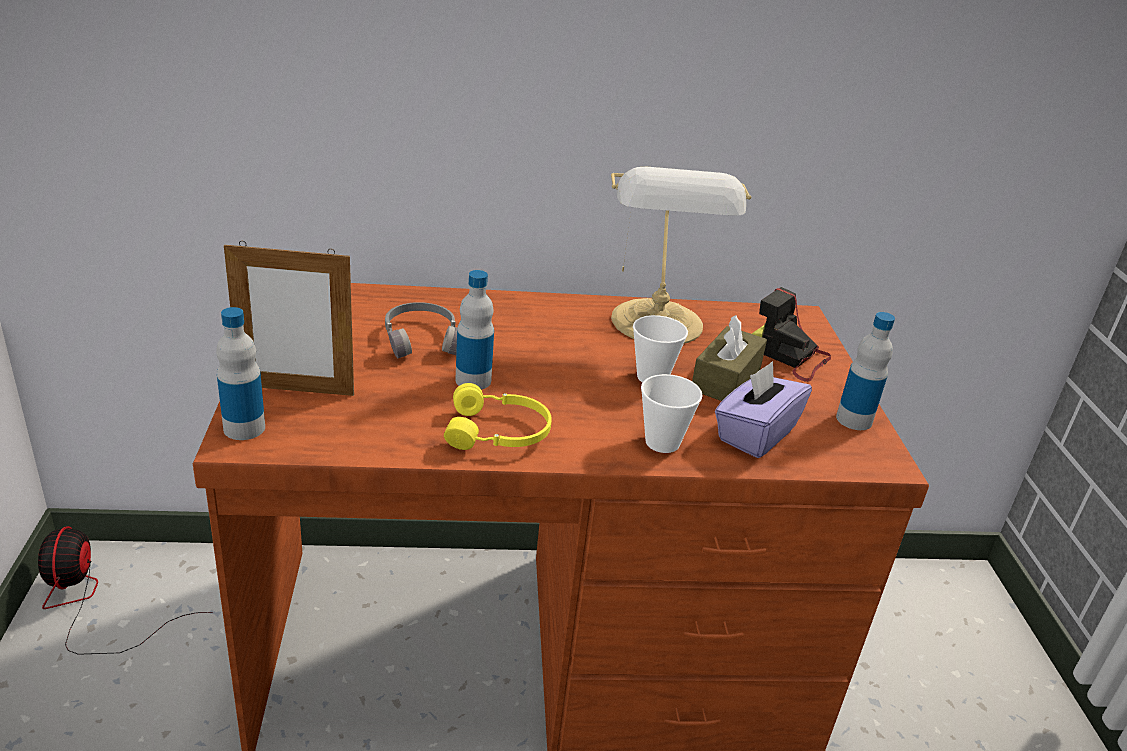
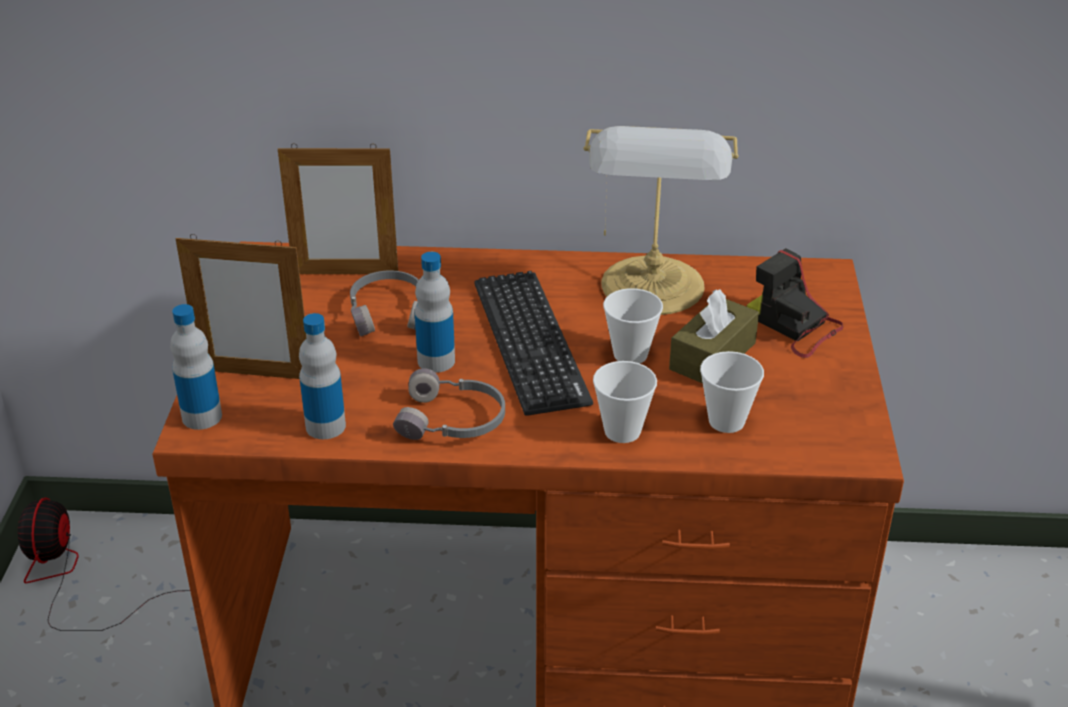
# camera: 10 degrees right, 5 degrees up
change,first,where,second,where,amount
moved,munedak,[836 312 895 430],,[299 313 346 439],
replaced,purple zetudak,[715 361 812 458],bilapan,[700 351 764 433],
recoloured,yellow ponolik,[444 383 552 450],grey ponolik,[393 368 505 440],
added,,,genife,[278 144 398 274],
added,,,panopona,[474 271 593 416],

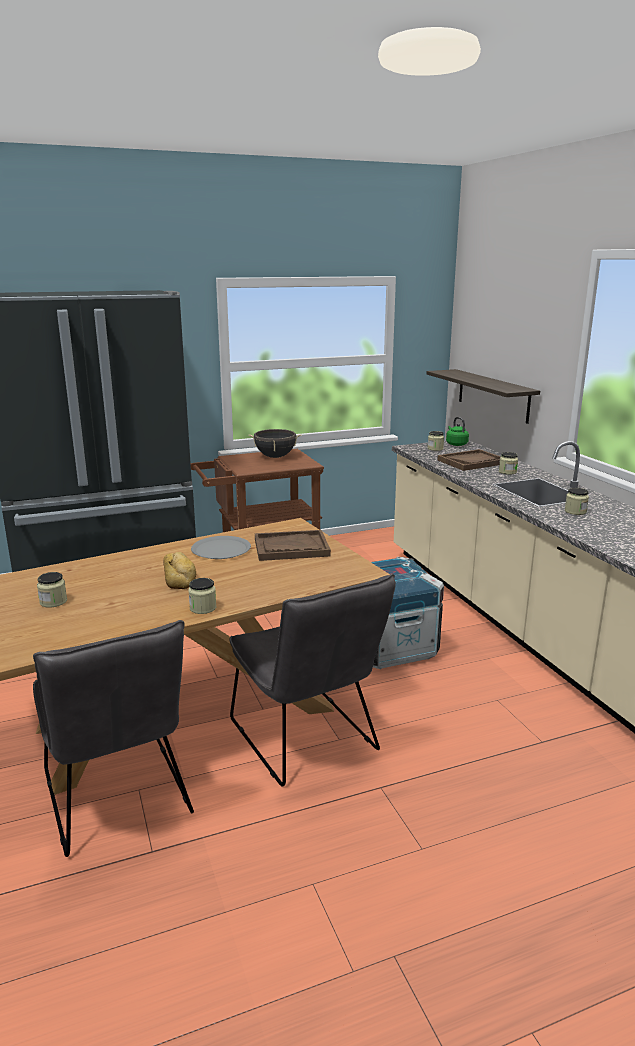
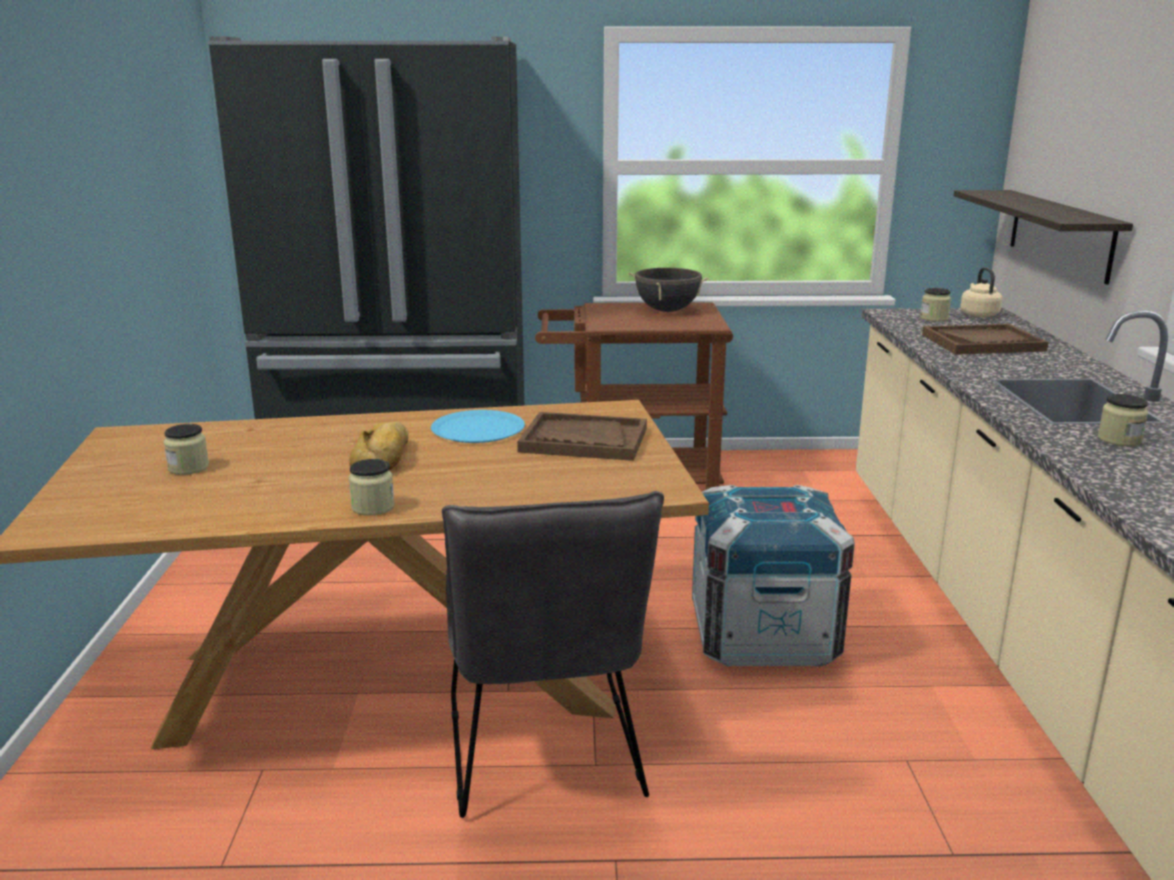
# camera: 20 degrees right, 0 degrees up
change,first,where,second,where,amount
recoloured,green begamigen,[446 417 469 446],beige begamigen,[960 267 1002 318],
removed,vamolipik,[499 452 518 475],,,
recoloured,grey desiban,[191 536 251 559],blue desiban,[431 410 525 443],
removed,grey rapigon,[33 620 194 857],,,

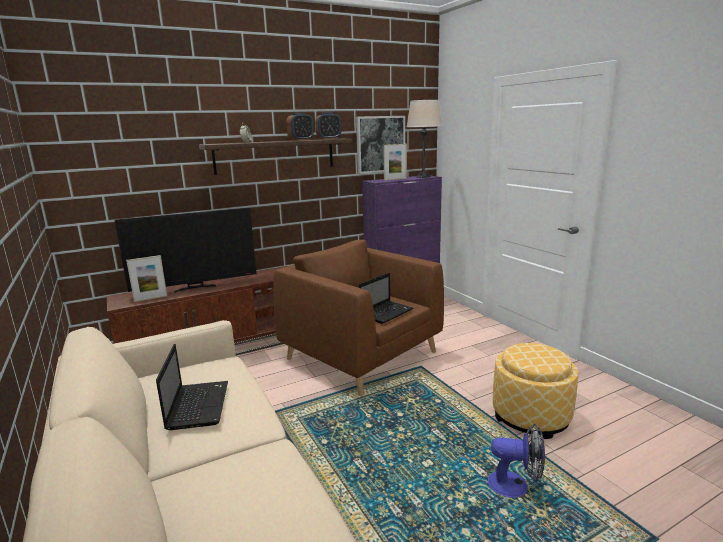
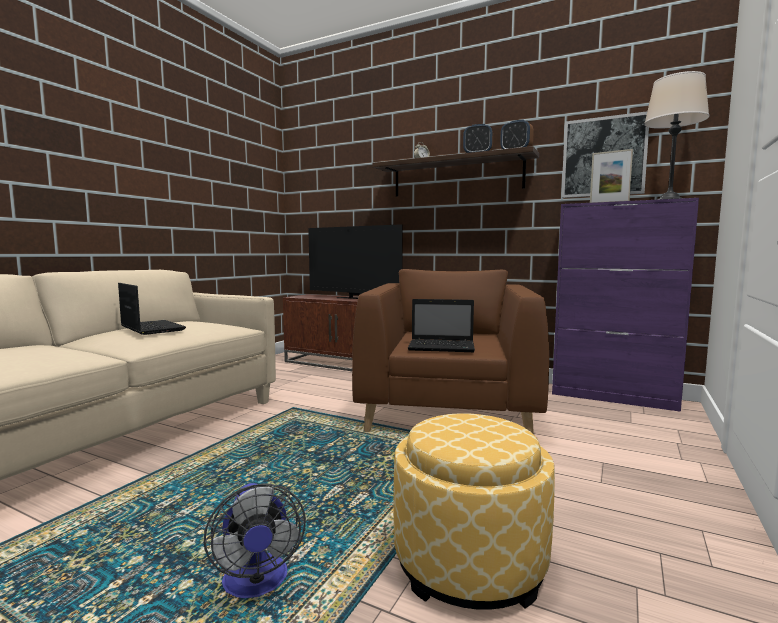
# camera: 55 degrees right, 10 degrees down
change,first,where,second,where,amount
removed,genife,[126 255 167 302],,,
turned,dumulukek,[156 344 228 430],,[118 283 186 335],90 degrees counterclockwise

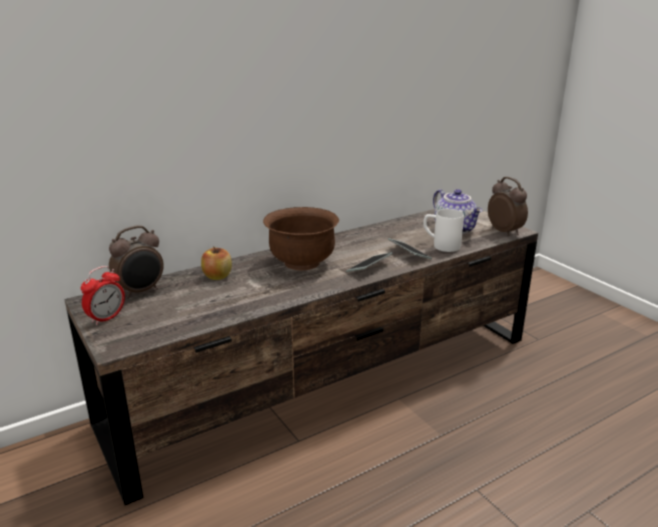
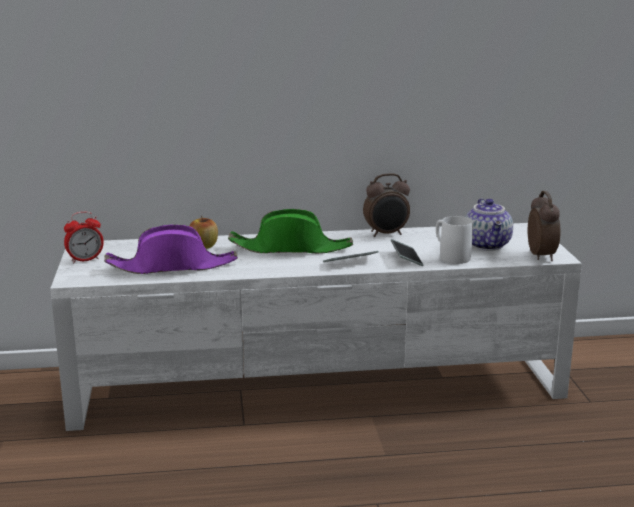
# camera: 25 degrees right, 5 degrees down
change,first,where,second,where,amount
replaced,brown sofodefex,[263 207 339 271],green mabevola,[228 209 353 254],
recoloured,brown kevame,[64 209 538 505],white kevame,[50 223 582 431],
moved,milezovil,[109 226 164 298],,[363 173 410 237],
added,,,purple mabevola,[104 225 238 274],

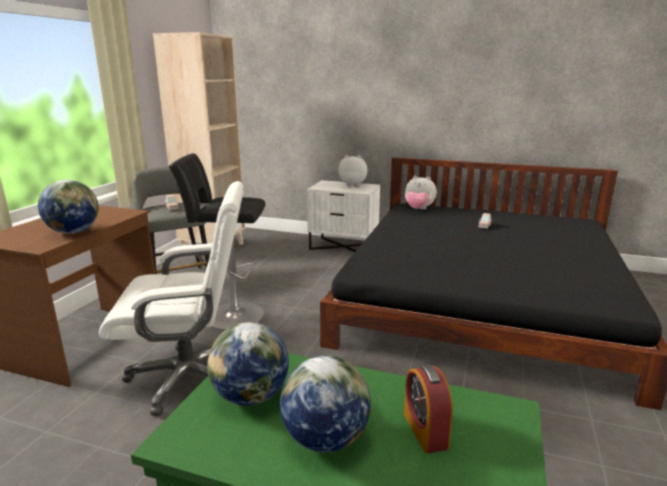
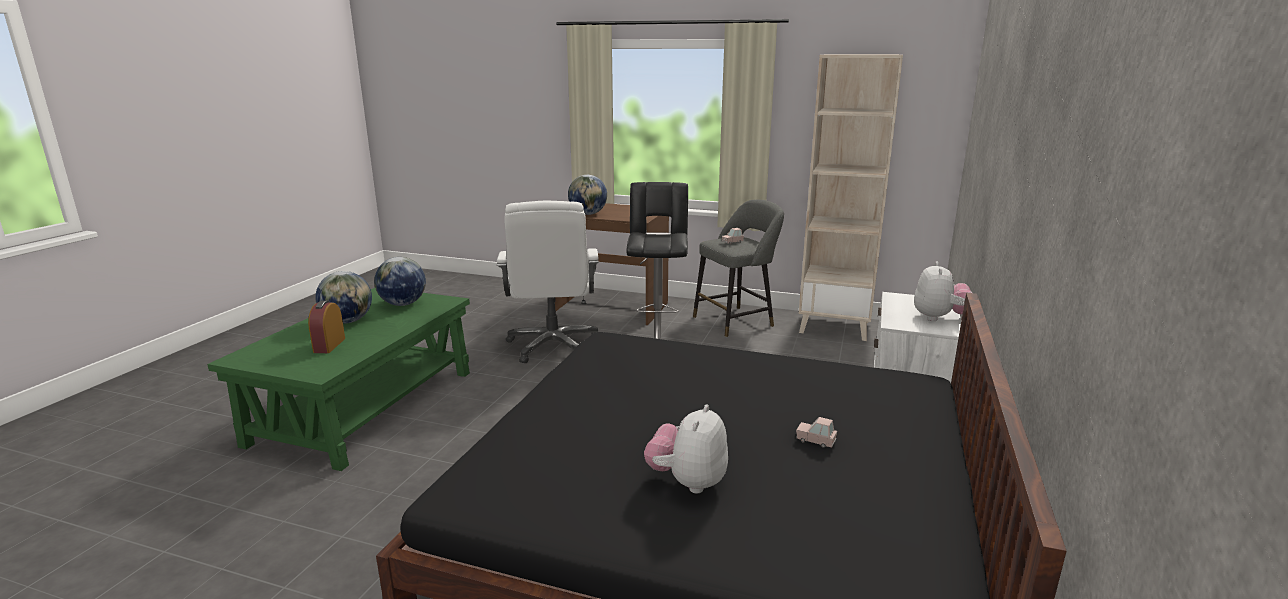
# camera: 90 degrees right, 0 degrees up
change,first,where,second,where,amount
moved,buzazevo,[405 176 436 209],,[644 404 728 494],
turned,milezovil,[404 364 453 454],,[308 301 345 353],75 degrees counterclockwise

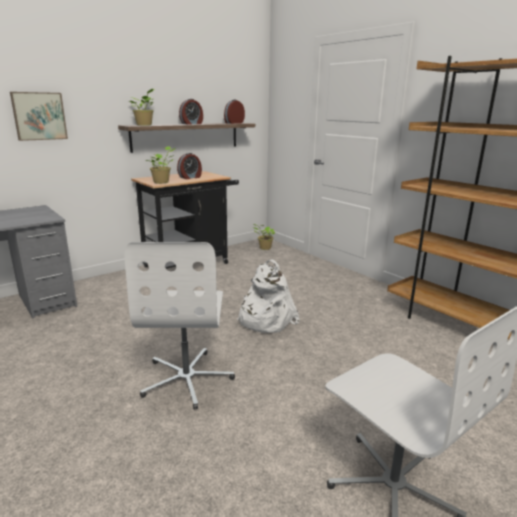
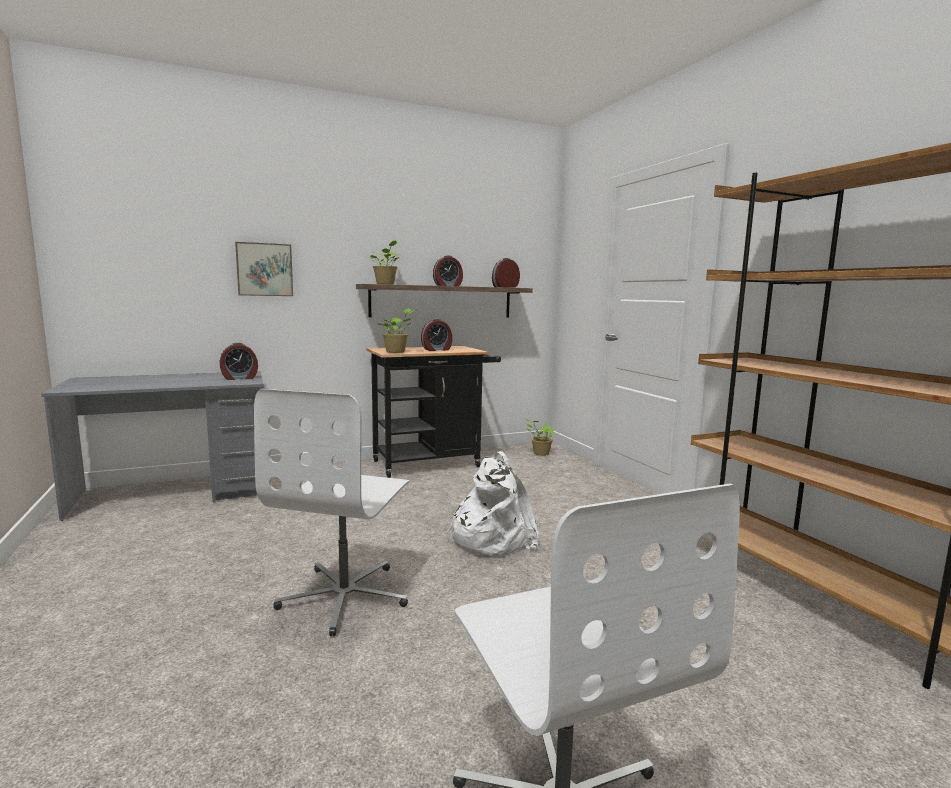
# camera: 15 degrees right, 10 degrees down
change,first,where,second,where,amount
added,,,milezovil,[220 343 258 380],

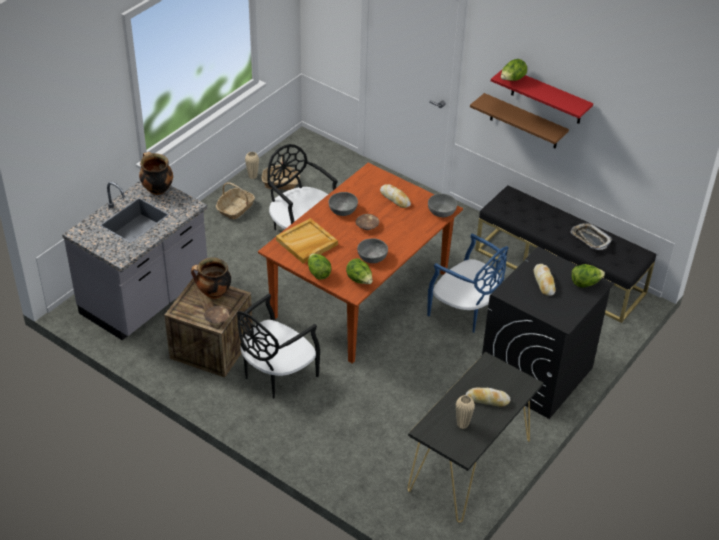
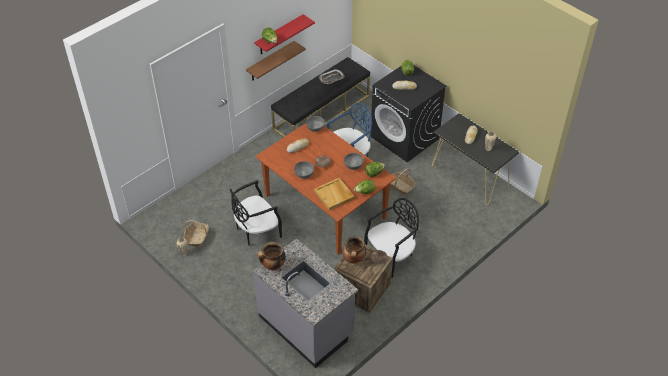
# camera: 80 degrees left, 5 degrees up
change,first,where,second,where,amount
moved,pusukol,[216 182 255 219],,[390 168 415 195],
turned,black rapigon,[237 293 320 399],,[364 198 419 278],90 degrees counterclockwise

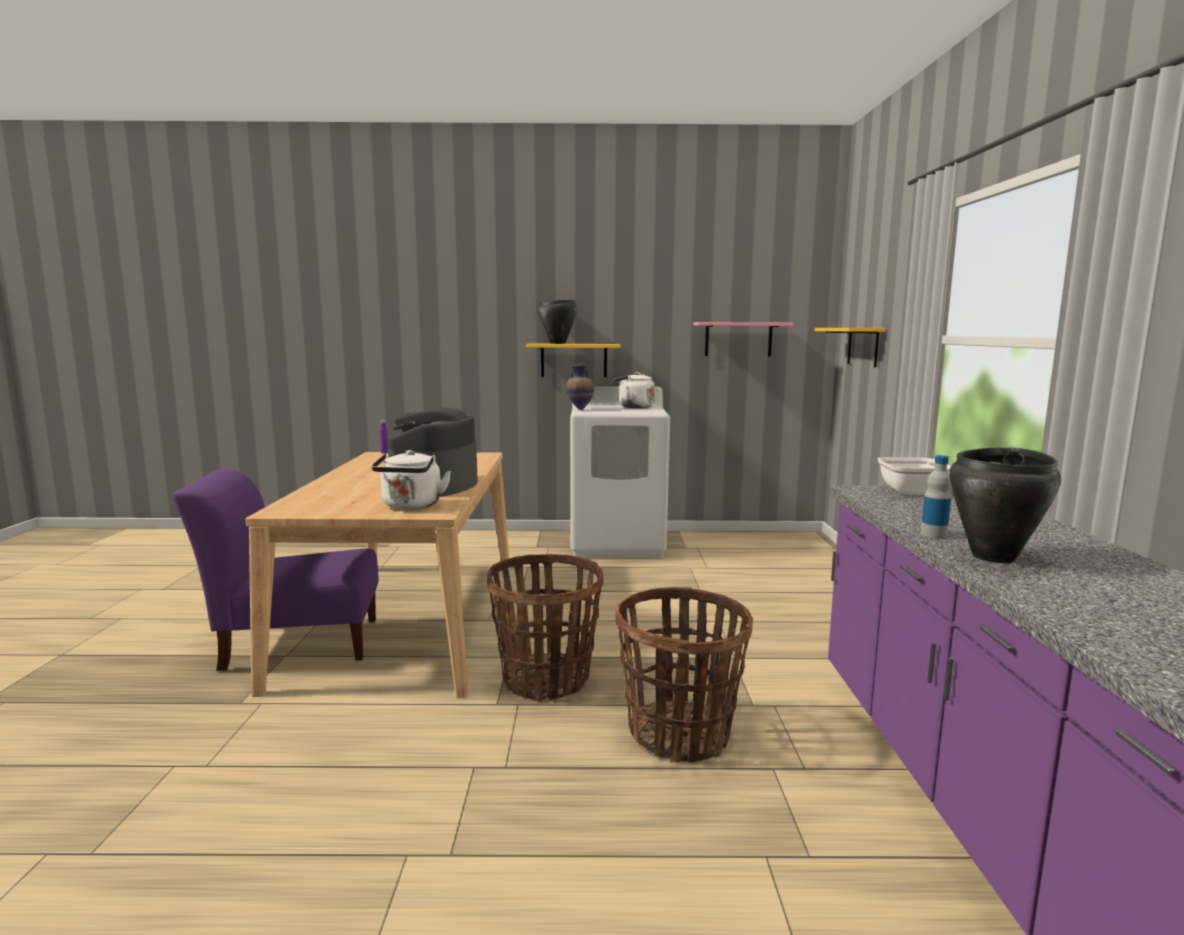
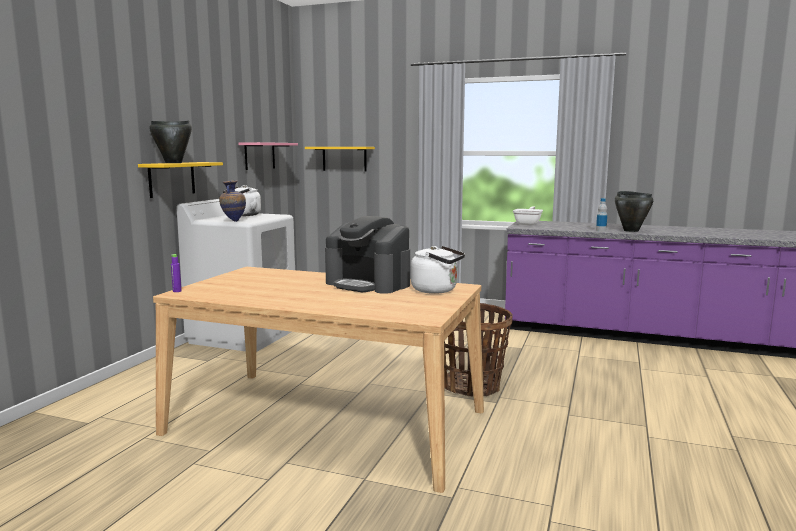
# camera: 70 degrees left, 0 degrees up
change,first,where,second,where,amount
removed,purple rapigon,[173 469 378 671],,,
removed,pusukol,[615 587 753 763],,,

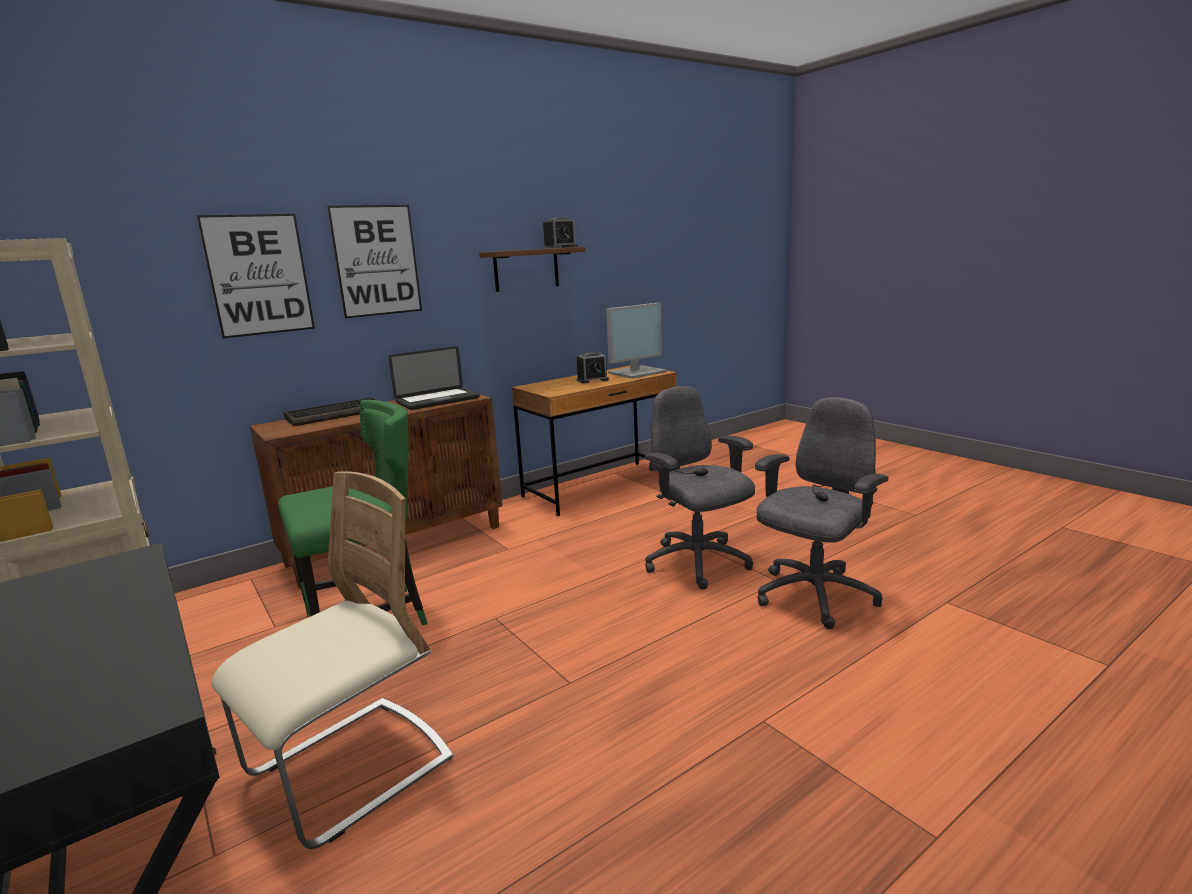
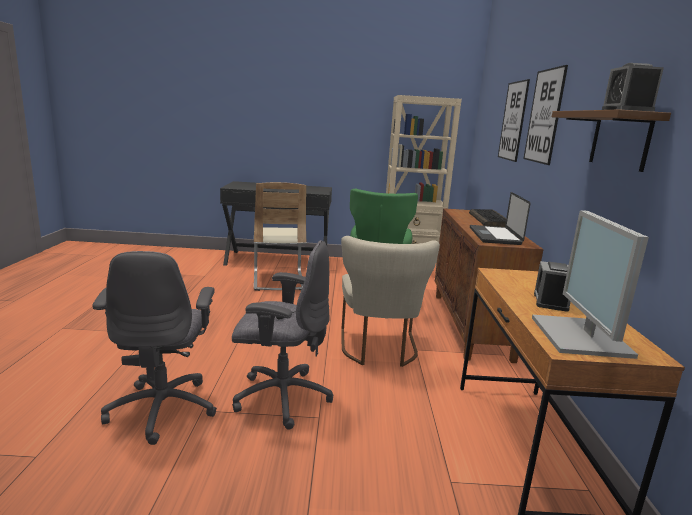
# camera: 125 degrees right, 0 degrees up
change,first,where,second,where,amount
added,,,beige rapigon,[341 236 440 367],

